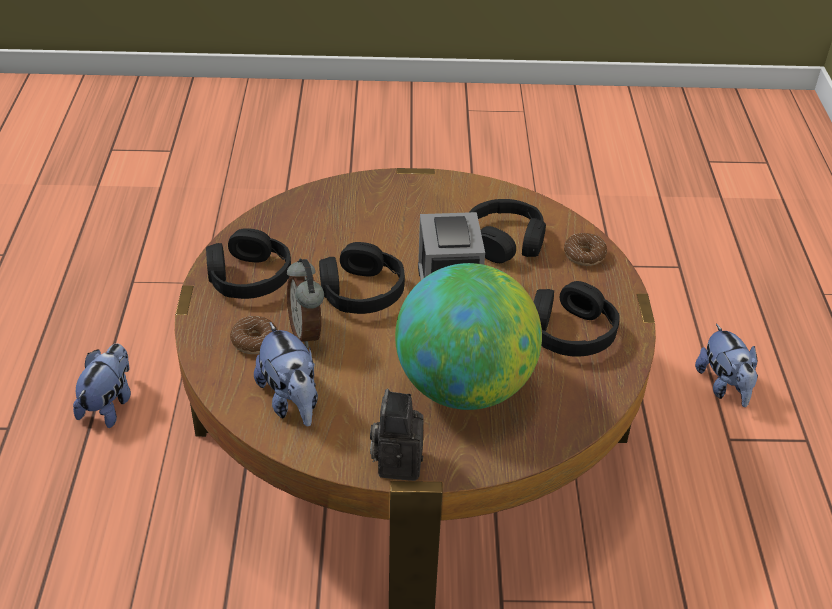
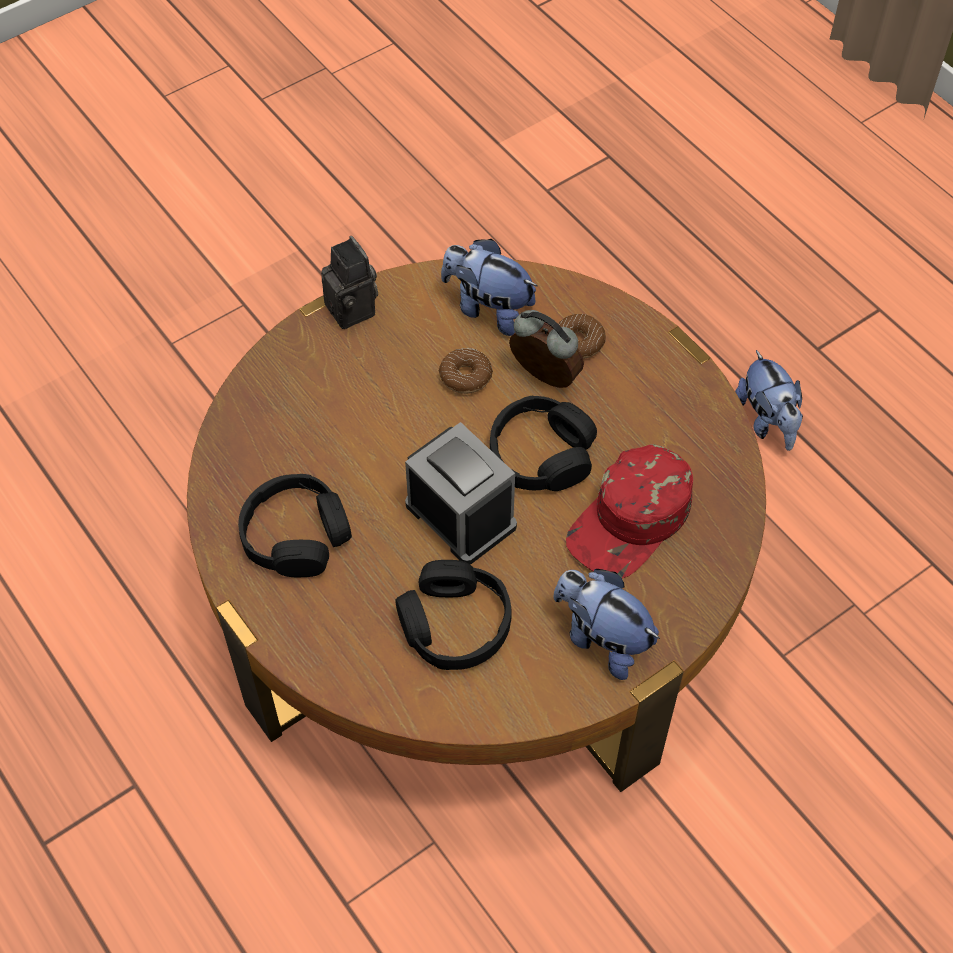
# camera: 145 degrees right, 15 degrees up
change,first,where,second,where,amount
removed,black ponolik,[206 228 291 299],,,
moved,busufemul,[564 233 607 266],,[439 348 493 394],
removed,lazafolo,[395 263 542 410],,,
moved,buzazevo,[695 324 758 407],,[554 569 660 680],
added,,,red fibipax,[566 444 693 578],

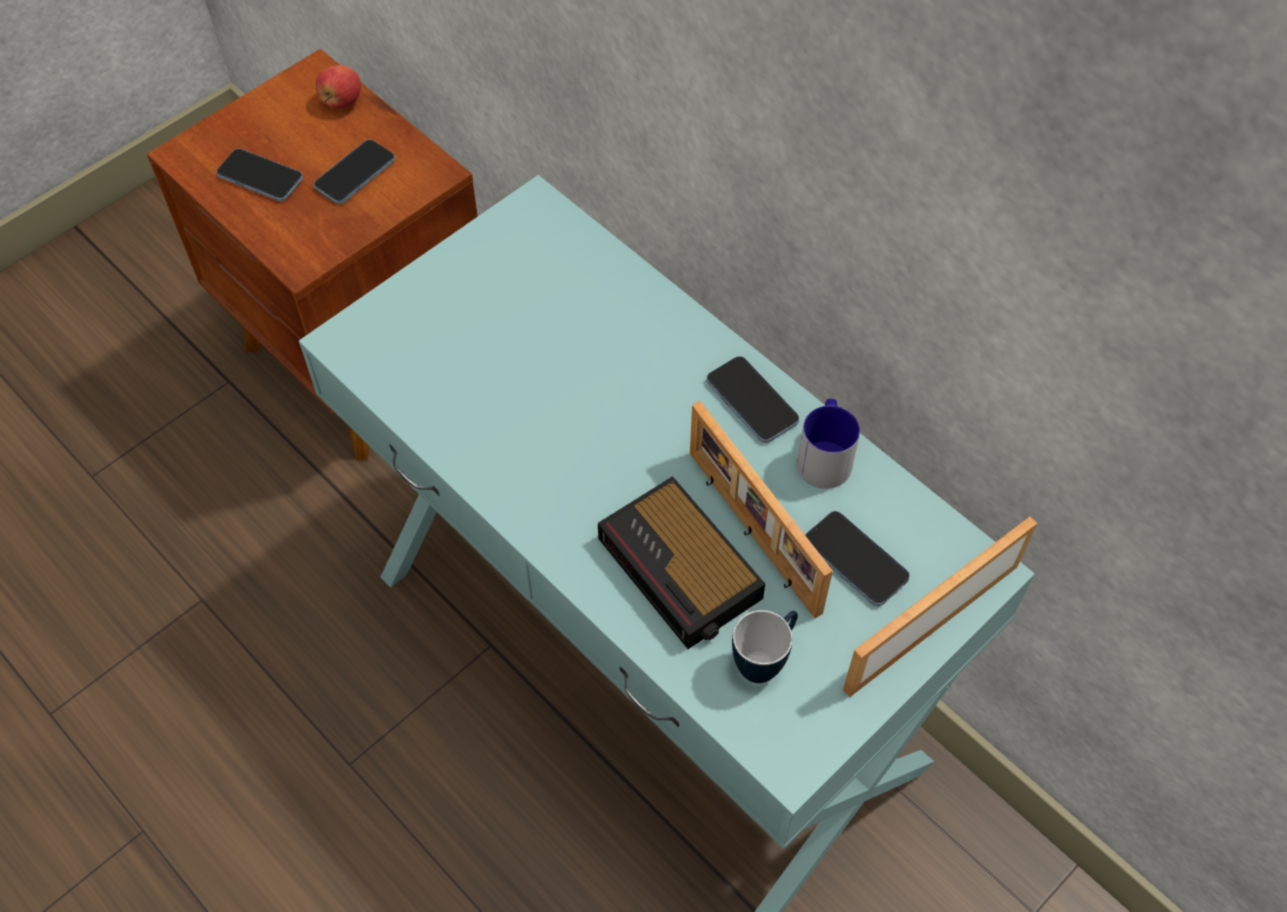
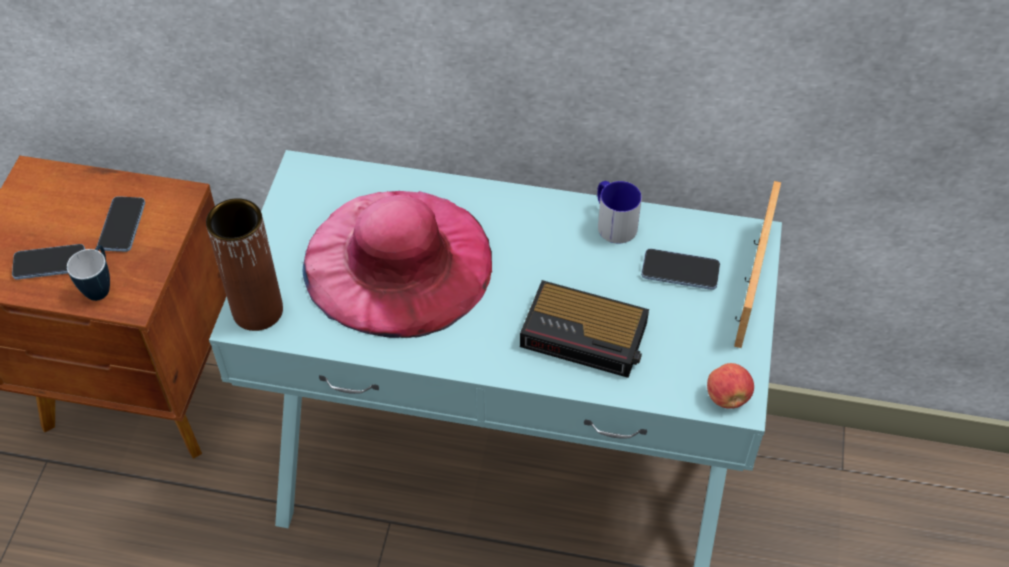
# camera: 35 degrees left, 5 degrees down
change,first,where,second,where,amount
moved,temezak,[316 65 361 109],,[707 363 754 409],
removed,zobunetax,[706 356 799 443],,,
removed,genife,[690 401 833 618],,,
moved,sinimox,[732 610 798 683],,[67 245 110 301],
added,,,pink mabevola,[302 191 492 338],
added,,,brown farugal,[206 198 283 331],

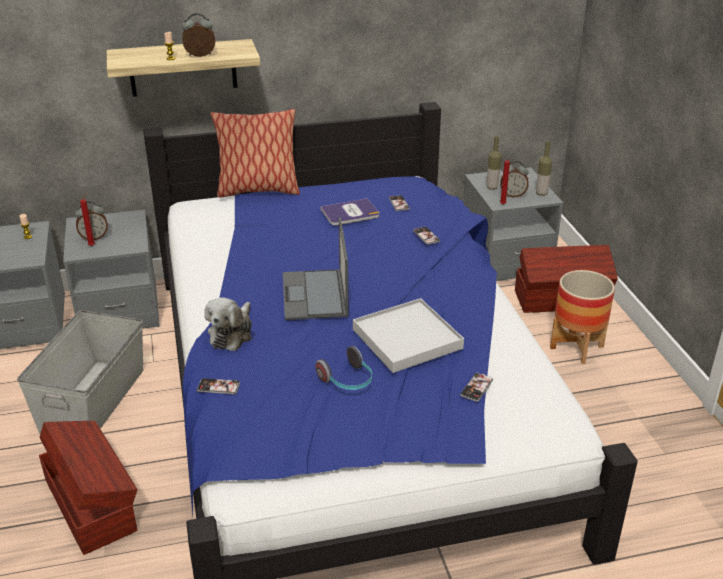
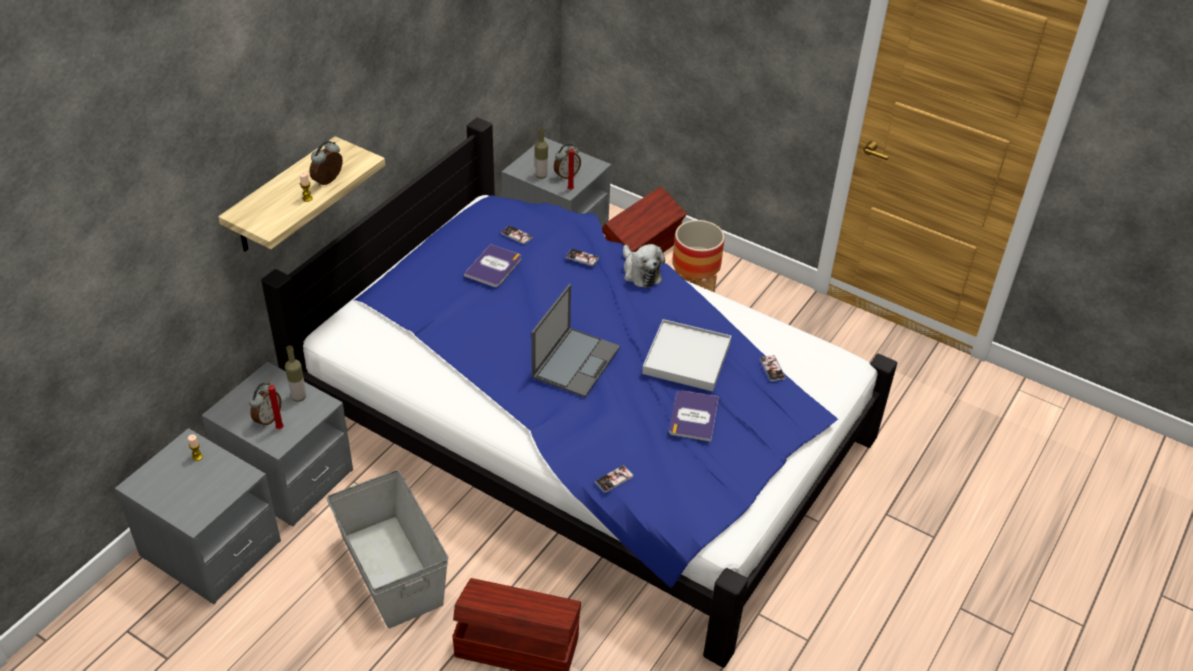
# camera: 45 degrees left, 10 degrees up
change,first,where,second,where,amount
removed,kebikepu,[211 109 300 198],,,
moved,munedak,[536 142 552 196],,[285 346 306 402],
turned,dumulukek,[283 218 349 320],,[531 284 620 397],105 degrees counterclockwise
moved,buzazevo,[204 297 252 351],,[623 244 665 288],
replaced,ponolik,[315 346 372 390],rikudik,[669 390 719 442],

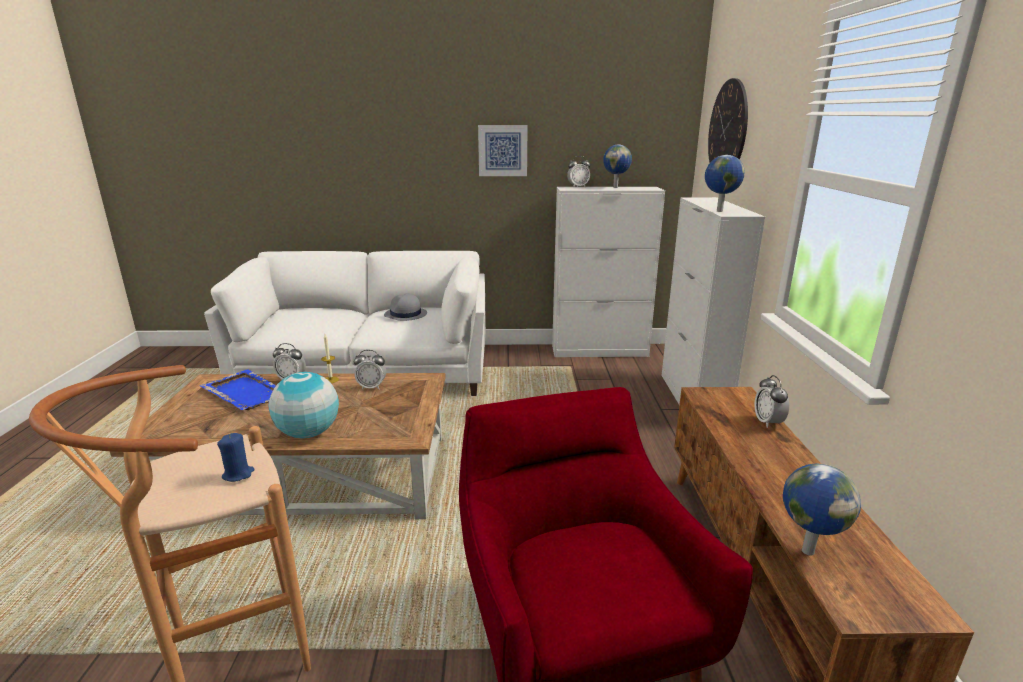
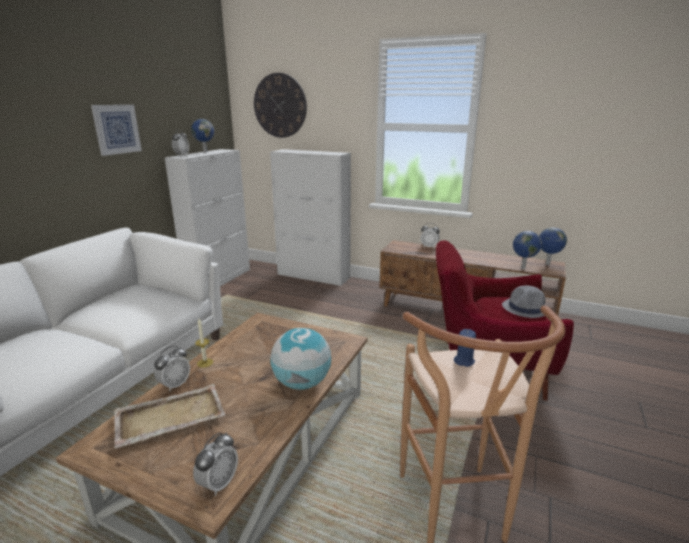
# camera: 65 degrees left, 0 degrees up
change,first,where,second,where,amount
moved,lazafolo,[705 155 745 212],,[539 227 567 265],
moved,grey mabevola,[384 294 427 321],,[502 285 550 318],
moved,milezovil,[354 350 386 390],,[193 432 238 496],
recoloured,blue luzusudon,[199 369 276 410],beige luzusudon,[114 384 225 449],

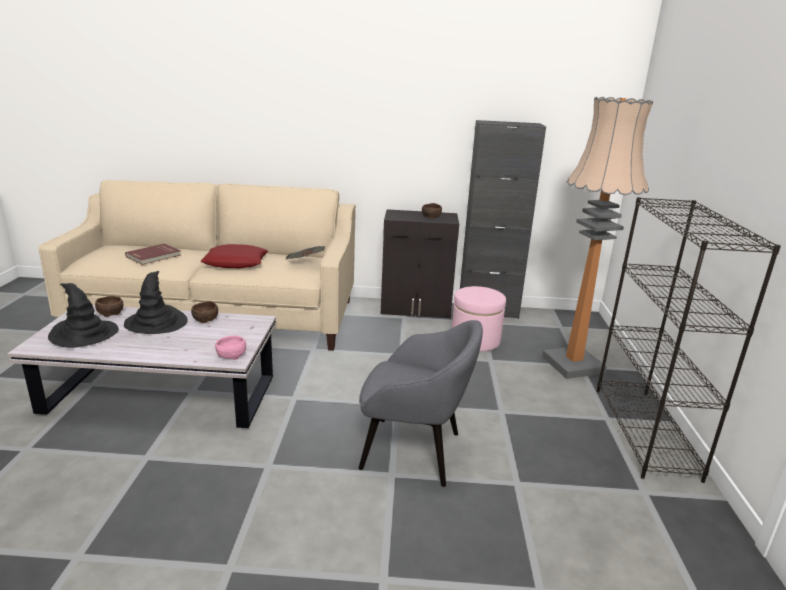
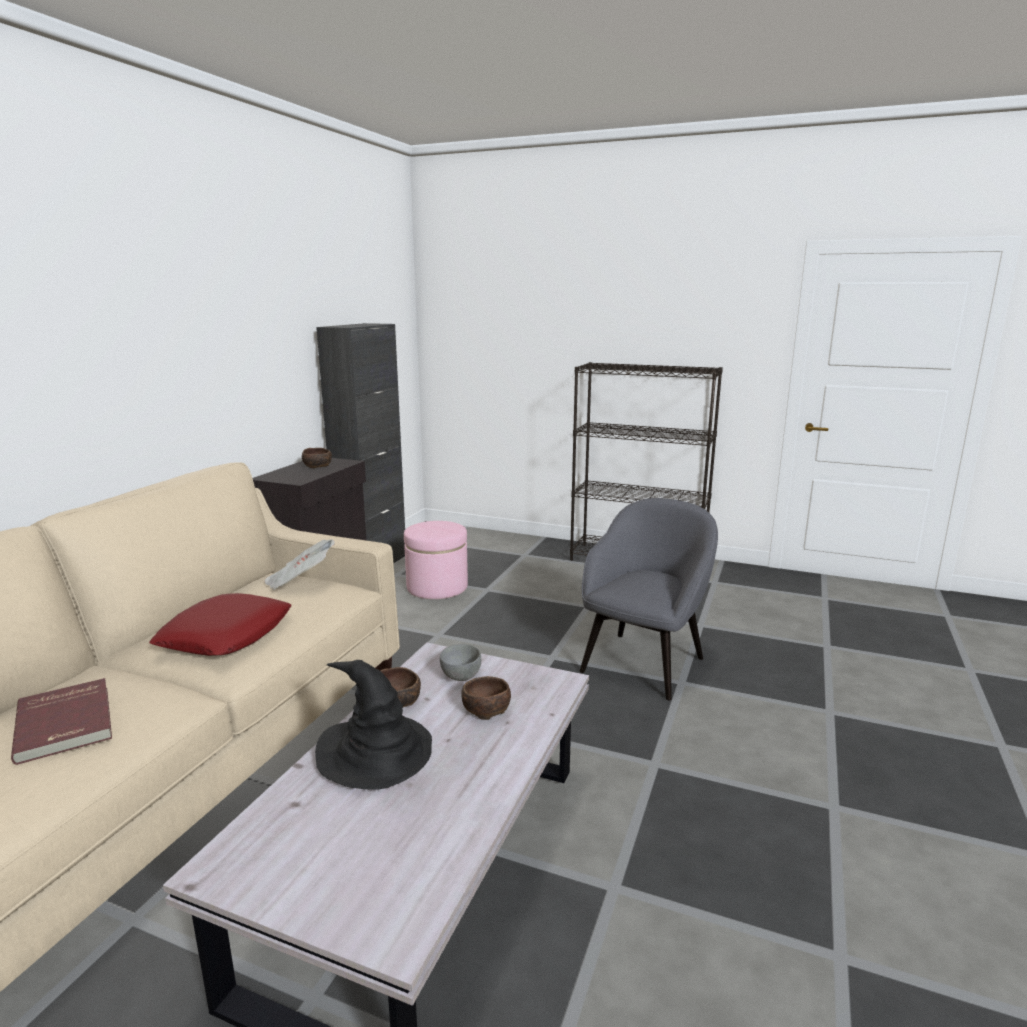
# camera: 70 degrees left, 5 degrees down
change,first,where,second,where,amount
removed,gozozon,[542 97 653 379],,,
removed,black mabevola,[48 283 119 348],,,
moved,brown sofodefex,[95 296 124 317],,[461 676 511 720],
removed,pink sofodefex,[215 335 246 360],,,
added,,,grey sofodefex,[440 644 481 681],

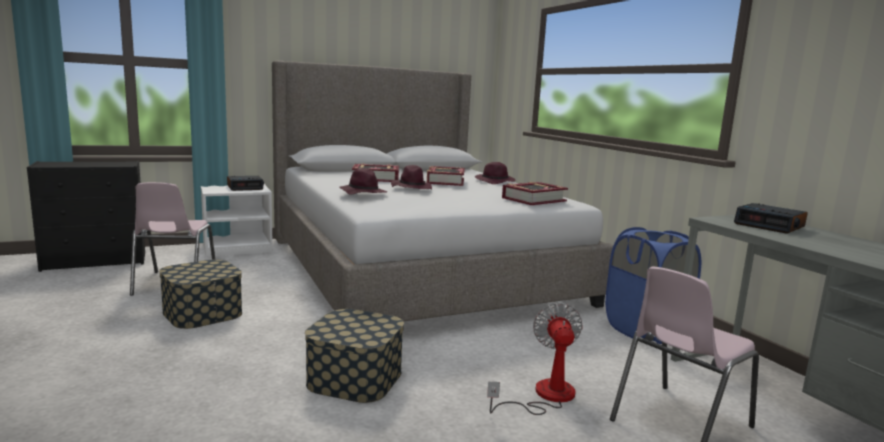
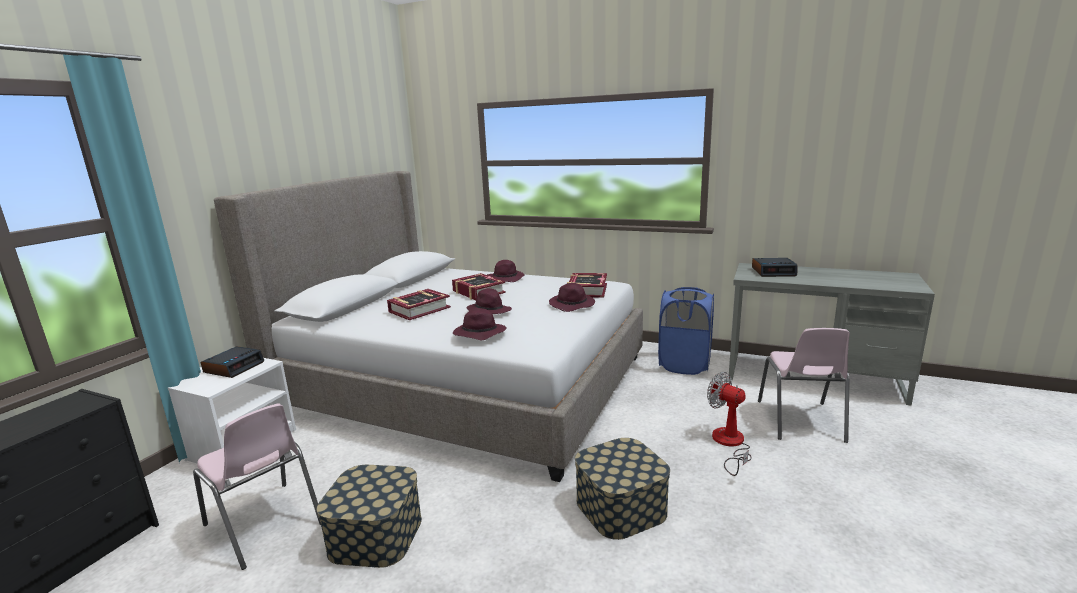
# camera: 40 degrees left, 5 degrees up
change,first,where,second,where,amount
added,,,purple mabevola,[549 283 595 312],

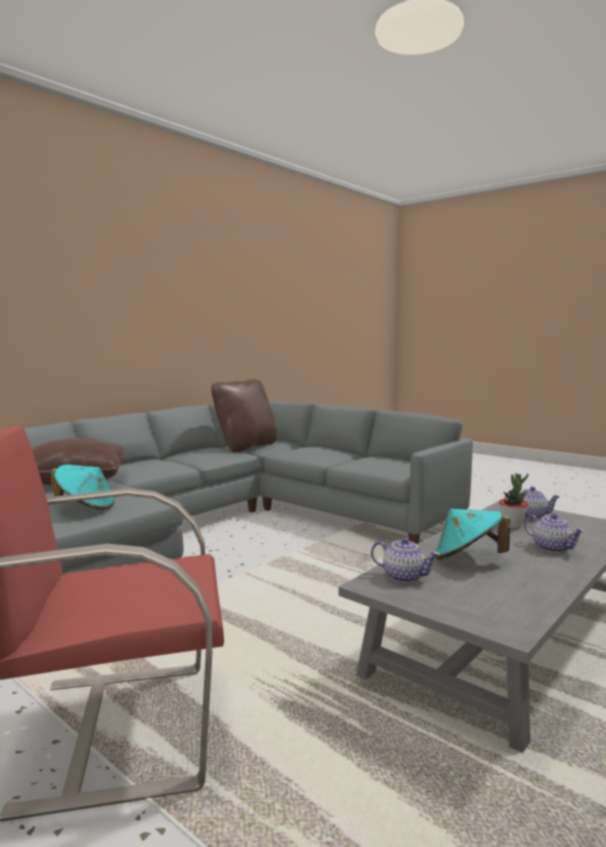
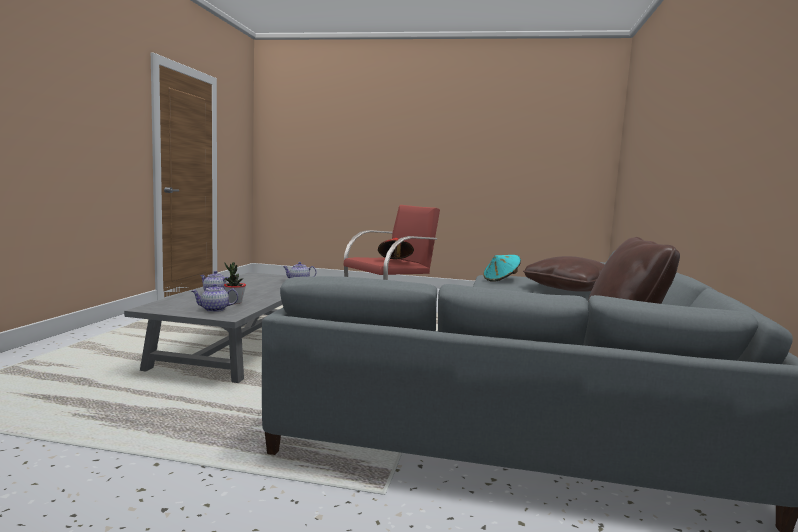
# camera: 150 degrees right, 0 degrees up
change,first,where,second,where,amount
removed,turquoise mabevola,[435 509 510 560],,,
added,,,red mabevola,[378 238 414 259],

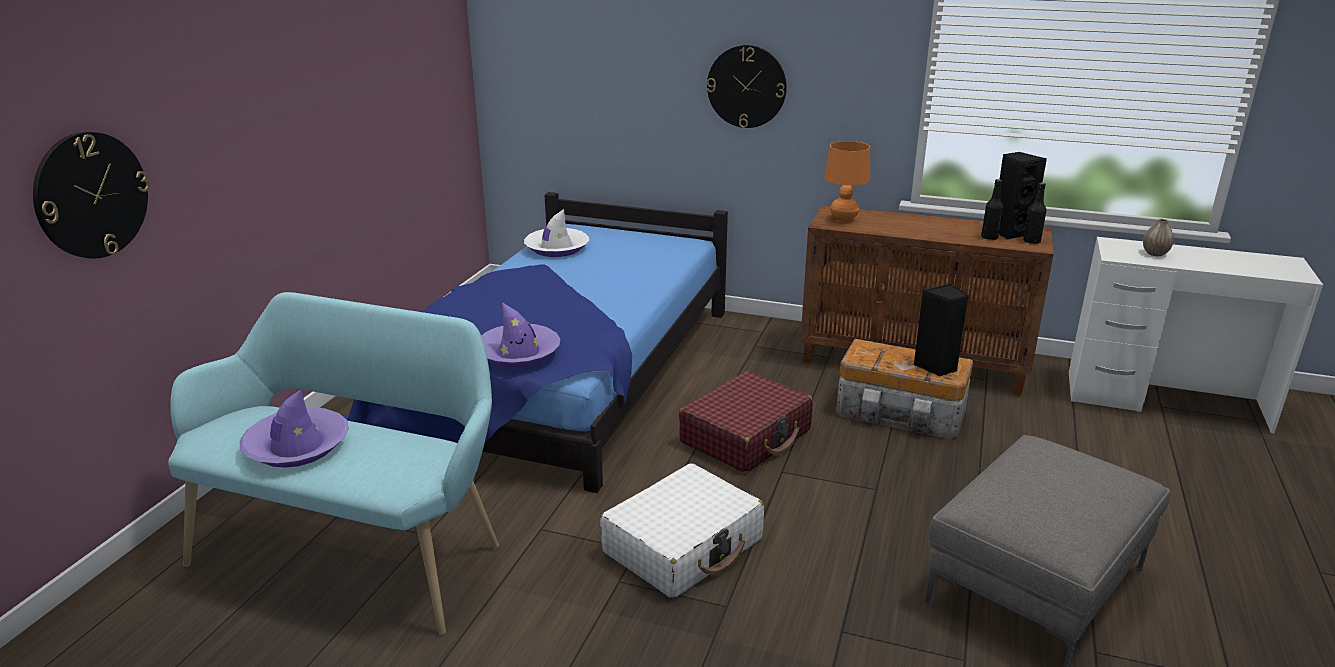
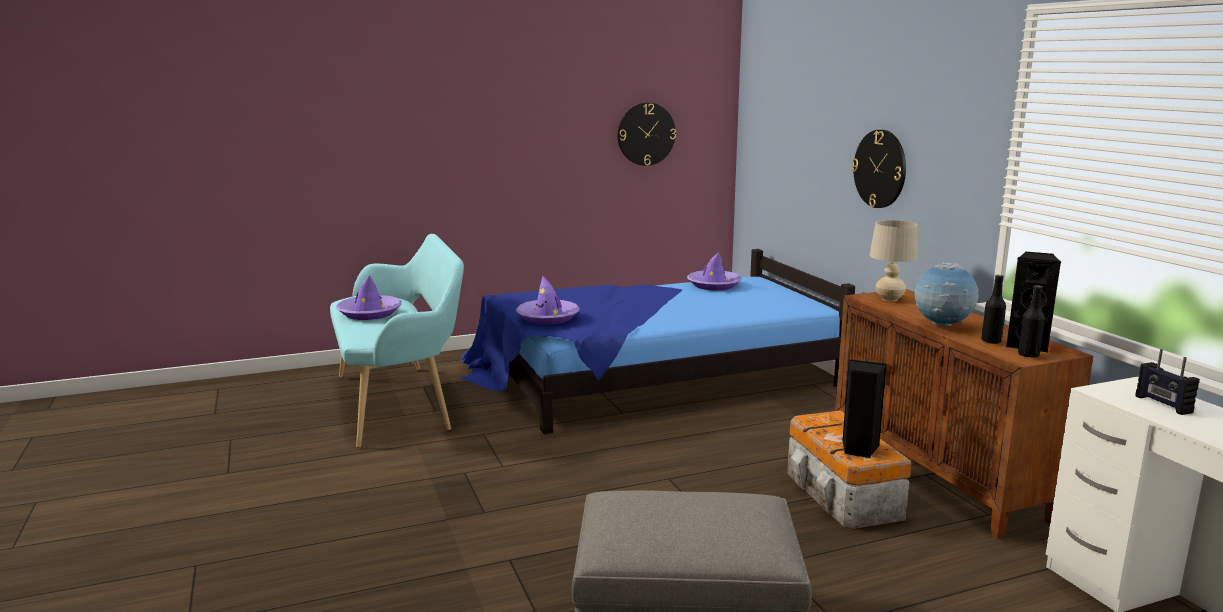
# camera: 50 degrees right, 10 degrees down
change,first,where,second,where,amount
moved,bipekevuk,[33 132 150 258],,[618 103 676 166],
recoloured,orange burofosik,[824 141 870 223],beige burofosik,[870 220 918 301],
recoloured,white mabevola,[524 209 589 257],purple mabevola,[687 252 742 290],
replaced,farugal,[1143 219 1174 256],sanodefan,[1135 349 1200 415],
removed,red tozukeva,[679 371 813 473],,,
removed,white tozukeva,[600 463 764 598],,,
added,,,lazafolo,[915 263 979 326],

